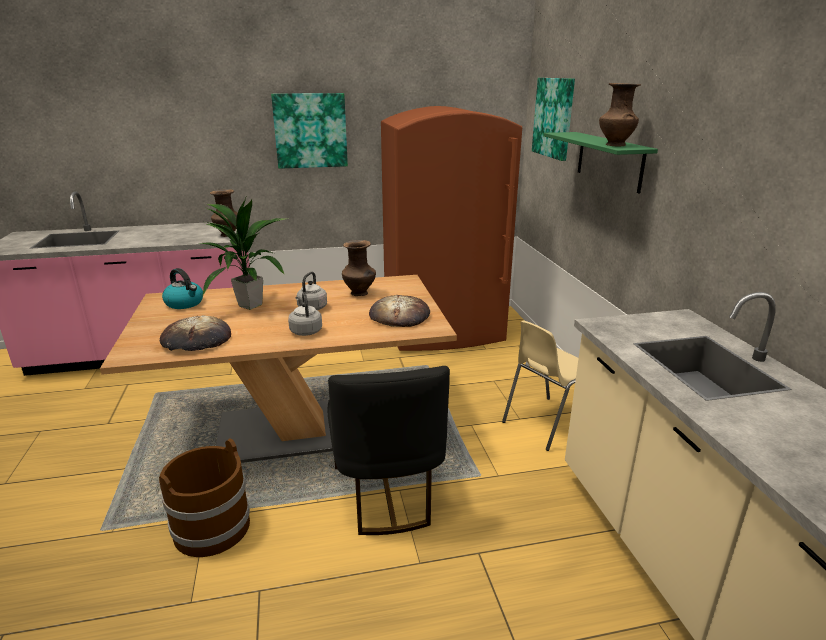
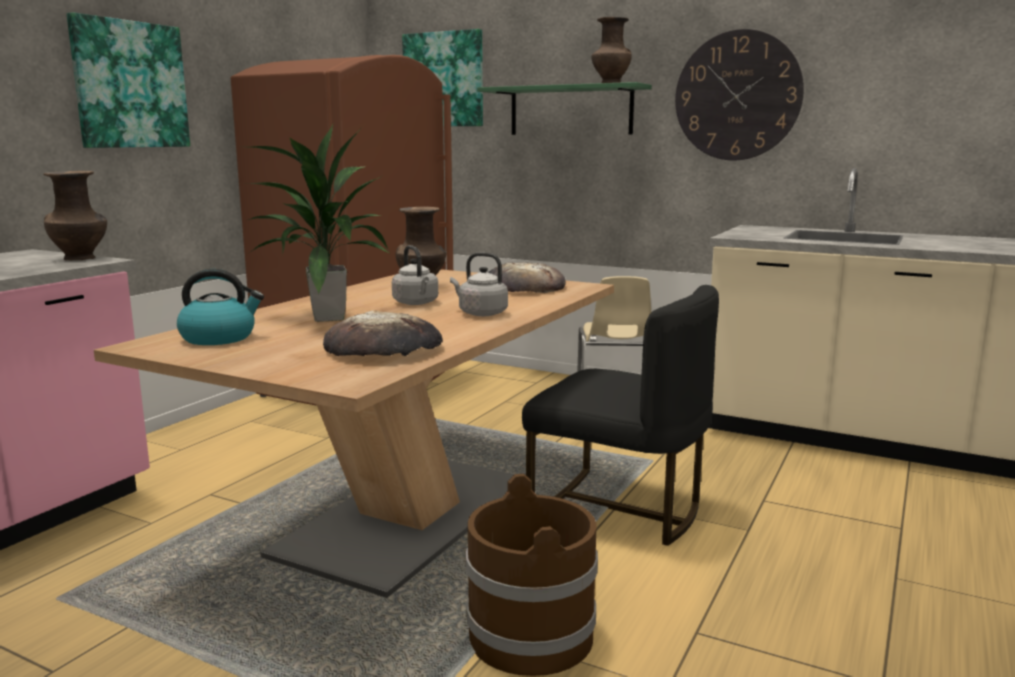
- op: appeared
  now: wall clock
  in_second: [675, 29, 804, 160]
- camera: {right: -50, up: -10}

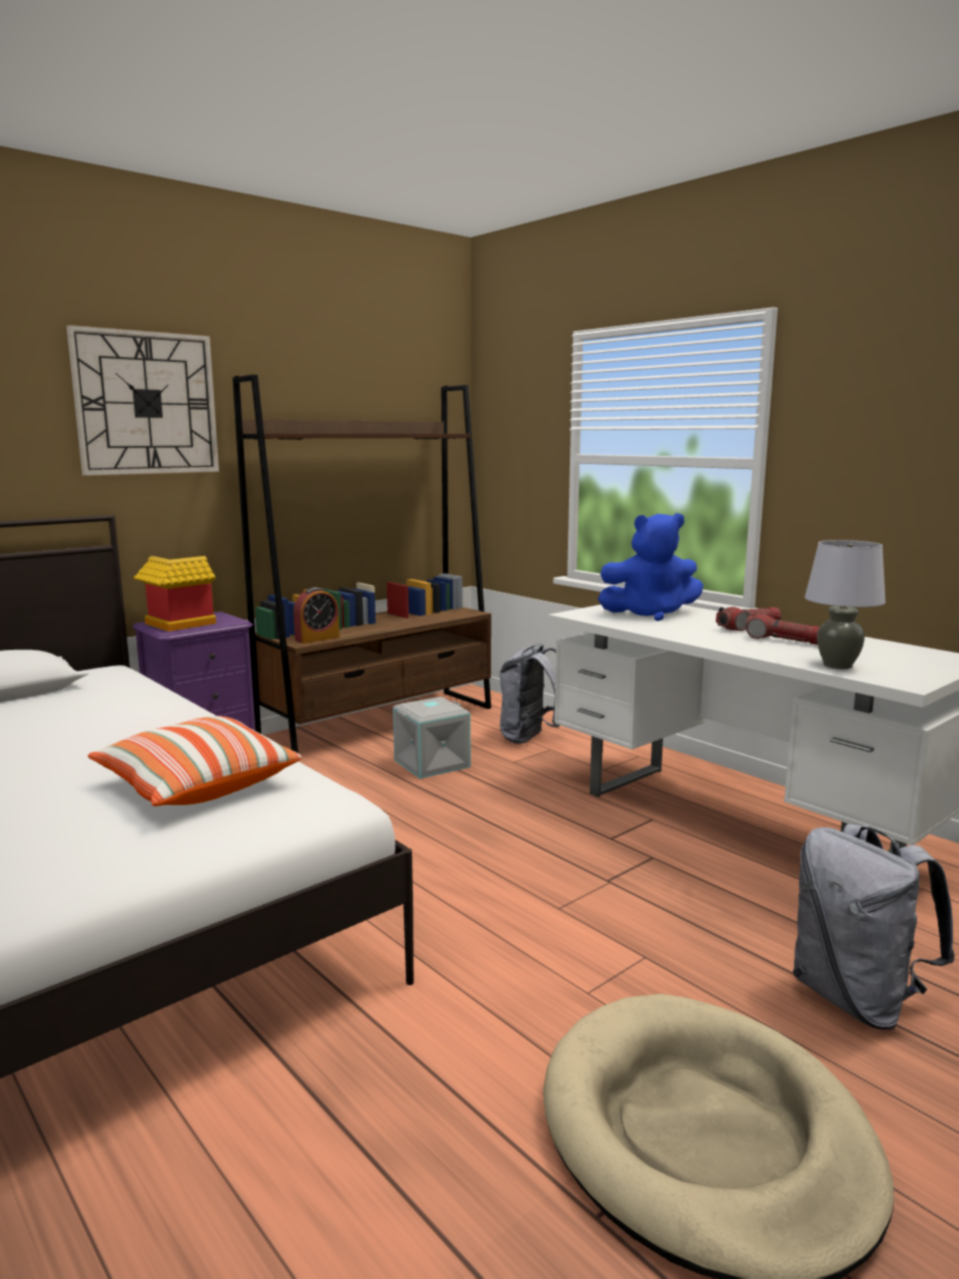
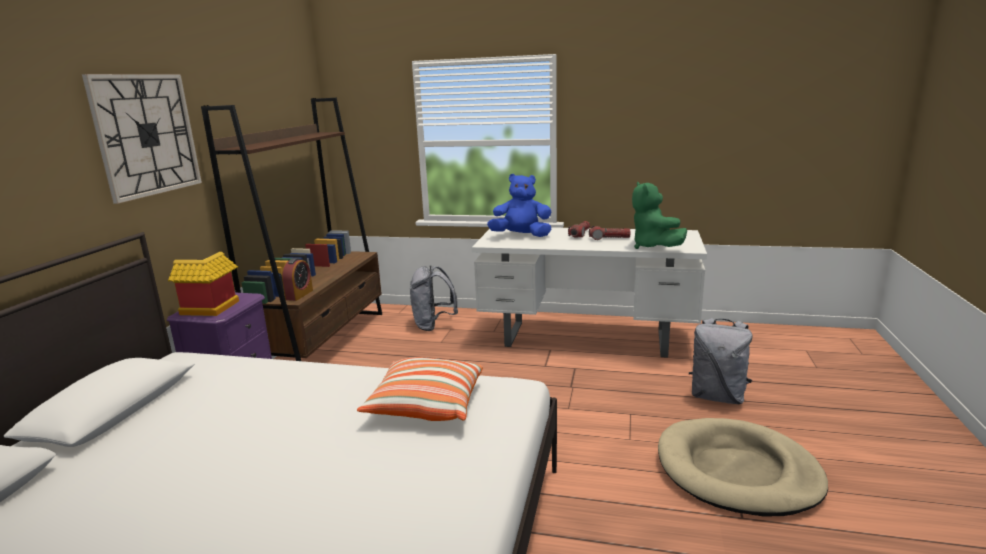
- op: spun
  was: blue plush toy
  in_first: [598, 513, 703, 621]
  in_second: [487, 174, 552, 237]
  clockwise: -135
- op: exchanged
  was: grey table lamp
  now: green plush toy
  in_first: [805, 540, 886, 669]
  in_second: [632, 182, 687, 249]
- op: missing
  was: grey storage box
  in_first: [393, 697, 471, 779]
- camera: {right: -35, up: 5}

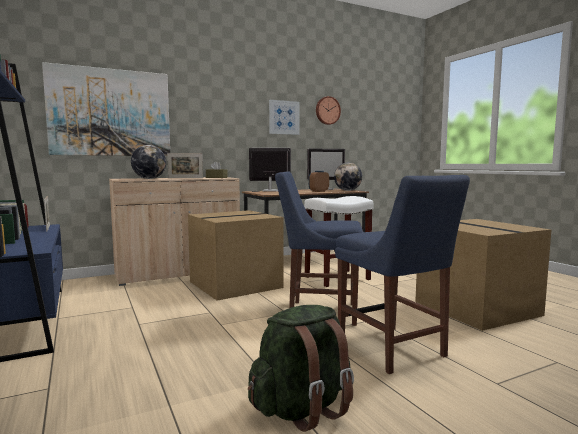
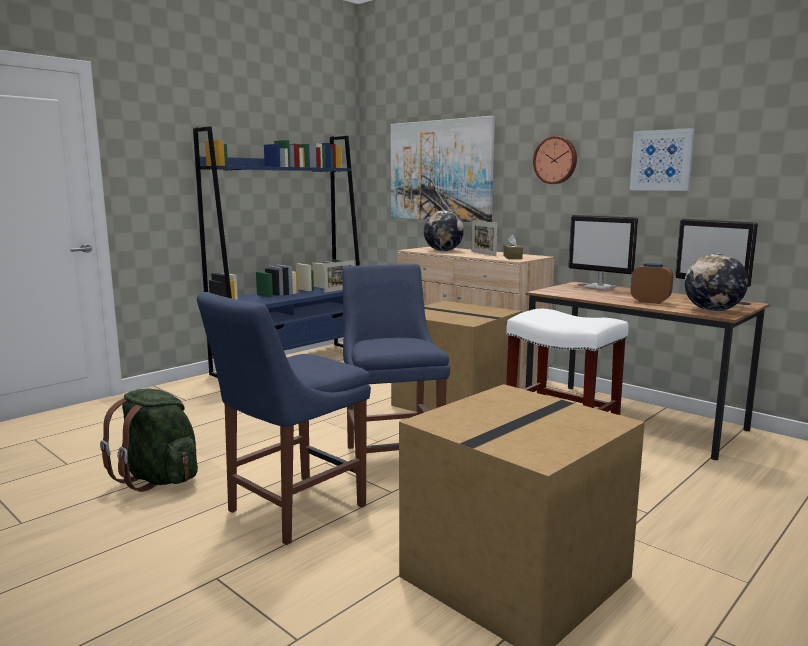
- op: relocated
  was: wall clock
  in_first: [316, 96, 341, 125]
  in_second: [533, 136, 577, 184]
- op: spun
  was: monitor
  in_first: [249, 148, 291, 192]
  in_second: [568, 215, 638, 290]
  clockwise: 150
- camera: {right: 70, up: 5}

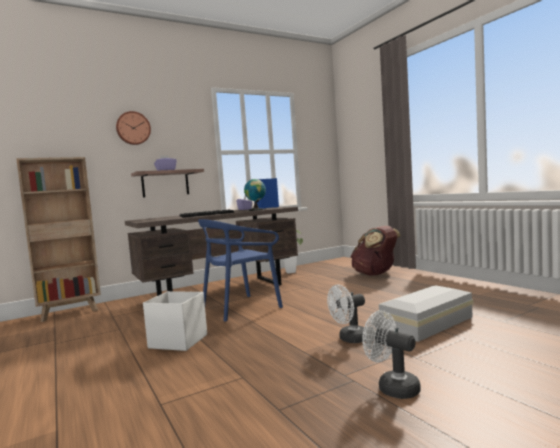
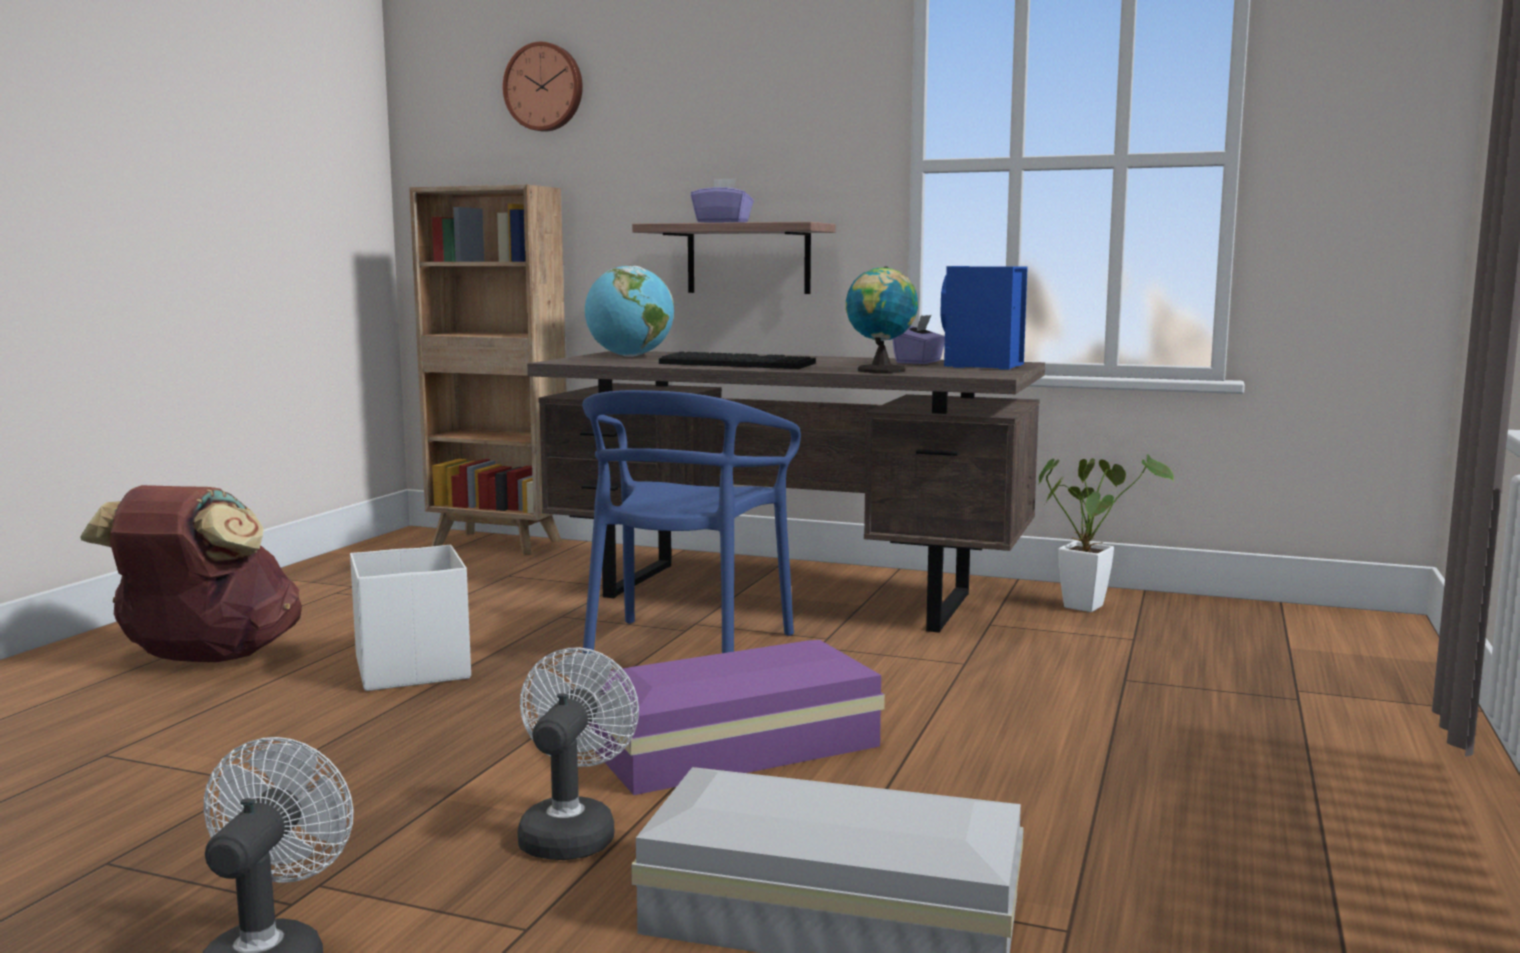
- op: relocated
  was: brown backpack
  in_first: [351, 226, 401, 276]
  in_second: [80, 485, 302, 662]
- op: relocated
  was: wall clock
  in_first: [116, 111, 151, 145]
  in_second: [503, 42, 583, 132]
- op: spun
  was: white fan
  in_first: [327, 285, 365, 343]
  in_second: [518, 647, 639, 860]
  clockwise: 75
- op: spun
  was: blue chair
  in_first: [198, 219, 283, 322]
  in_second: [582, 390, 801, 654]
  clockwise: -90
- op: appeared
  now: globe
  in_second: [585, 266, 674, 357]
- op: appeared
  now: purple storage box
  in_second: [589, 640, 885, 795]
- camera: {right: 50, up: 5}

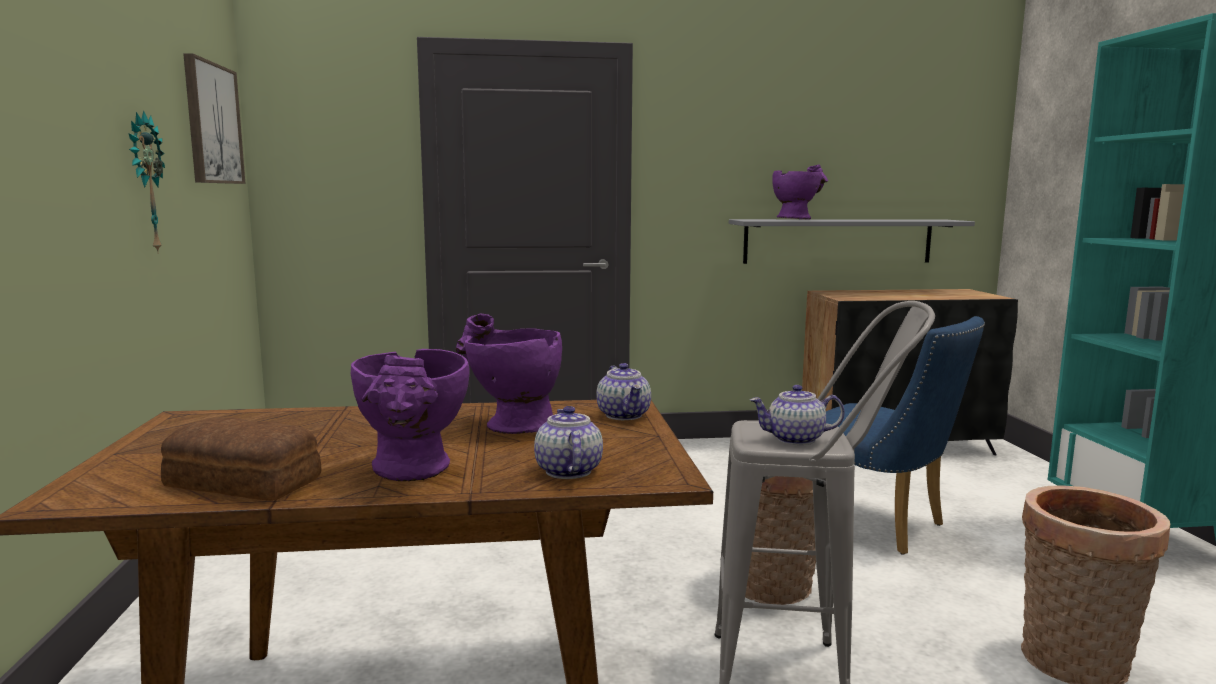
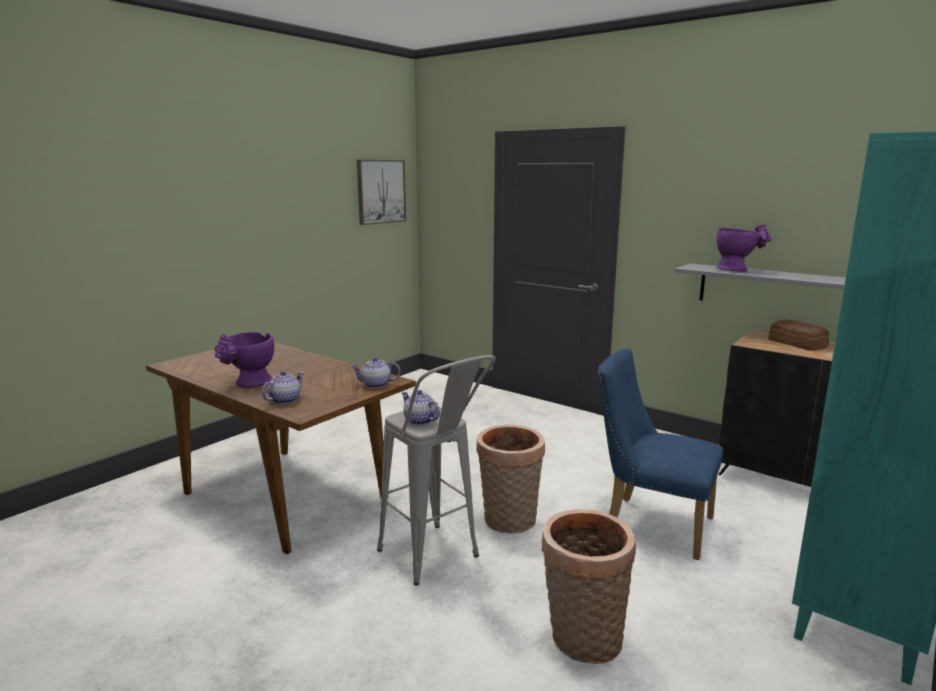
- op: spun
  was: teapot
  in_first: [596, 363, 651, 420]
  in_second: [351, 357, 401, 388]
  clockwise: 60
- op: spun
  was: blue chair
  in_first: [826, 316, 985, 555]
  in_second: [598, 348, 723, 560]
  clockwise: 120
- op: relocated
  was: bread
  in_first: [161, 417, 322, 501]
  in_second: [768, 319, 829, 351]
- op: missing
  was: wall clock
  in_first: [128, 111, 165, 254]
- op: missing
  was: purple vase
  in_first: [456, 314, 562, 434]
- camera: {right: 45, up: 5}

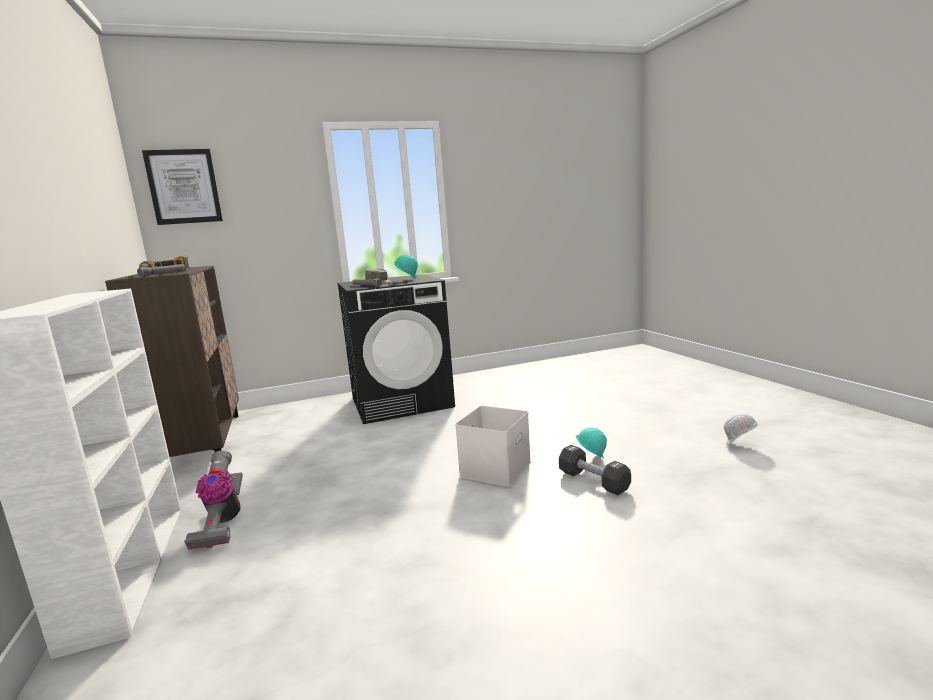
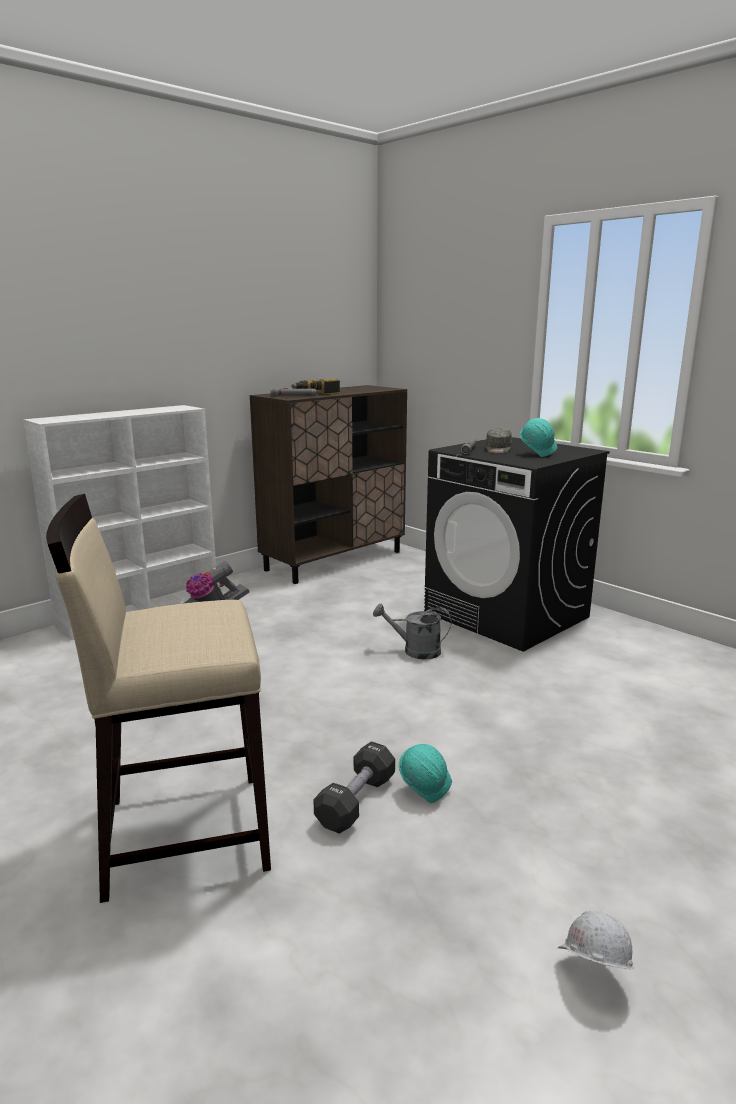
- op: appeared
  now: beige stool
  in_second: [46, 494, 271, 903]
- op: appeared
  now: grey watering can
  in_second: [373, 603, 451, 660]
- op: missing
  was: picture
  in_first: [142, 149, 223, 225]
- op: missing
  was: white storage box
  in_first: [455, 406, 531, 487]
- camera: {right: 65, up: 5}

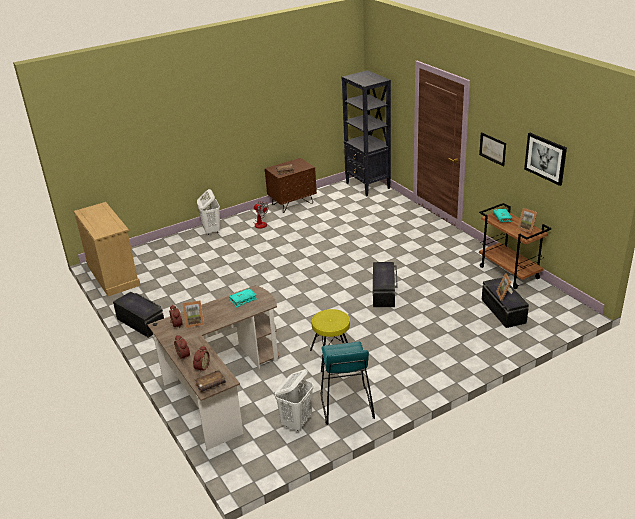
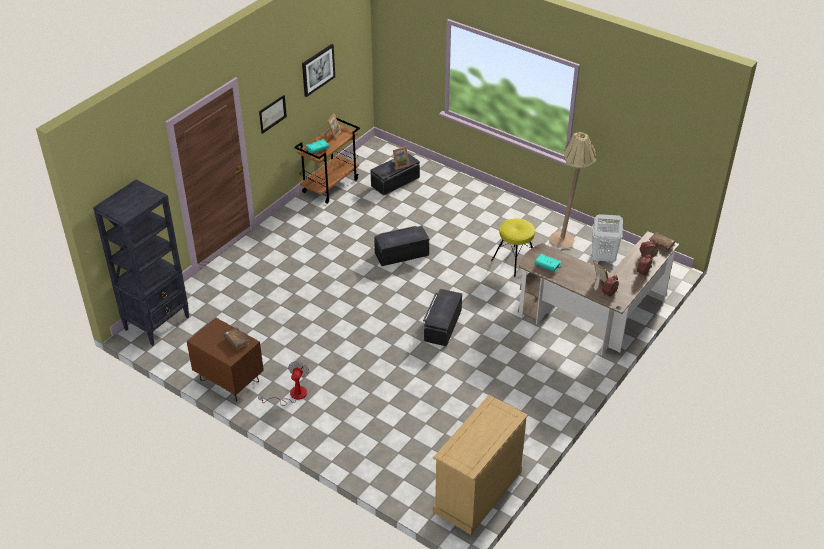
- op: relocated
  was: black storage box
  in_first: [113, 292, 164, 338]
  in_second: [423, 289, 462, 346]
- op: exchanged
  was: turquoise stool
  now: beige floor lamp
  in_first: [321, 341, 375, 425]
  in_second: [549, 132, 596, 249]
- op: missing
  was: white laundry basket
  in_first: [197, 189, 220, 235]
- camera: {right: -115, up: 10}

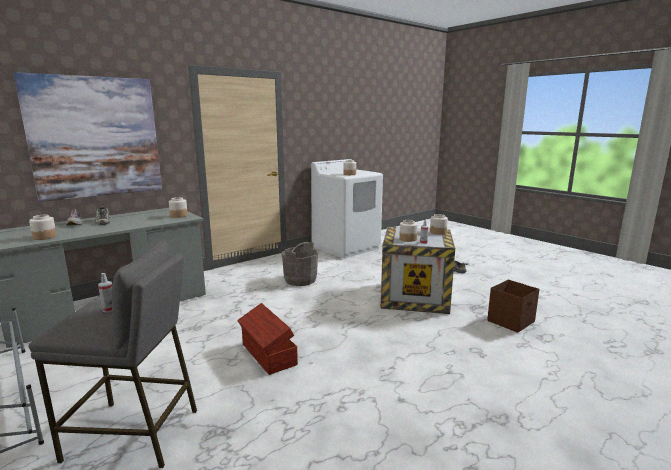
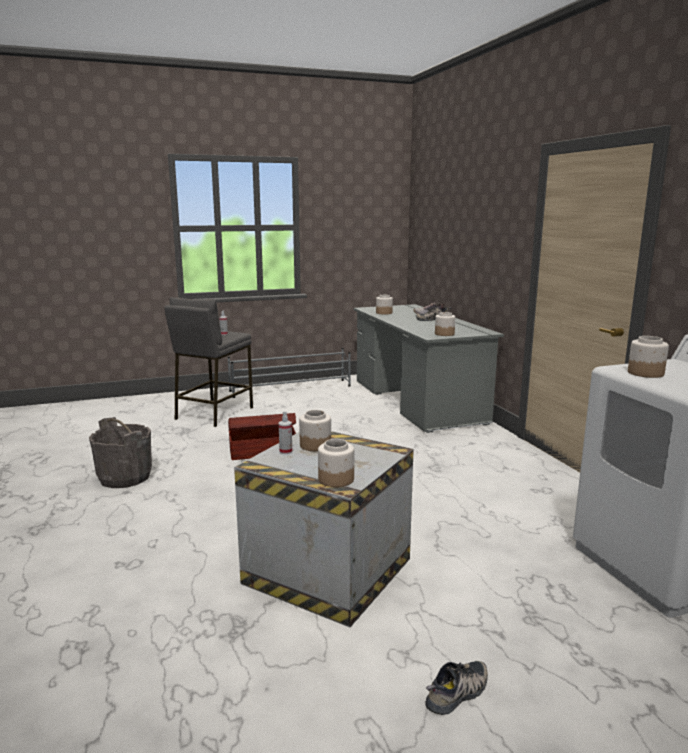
- op: relocated
  was: grey bucket
  in_first: [281, 242, 318, 286]
  in_second: [89, 417, 152, 488]
- op: missing
  was: picture
  in_first: [14, 72, 162, 202]
- op: missing
  was: brown storage box
  in_first: [487, 280, 540, 333]
- camera: {right: 110, up: 0}

